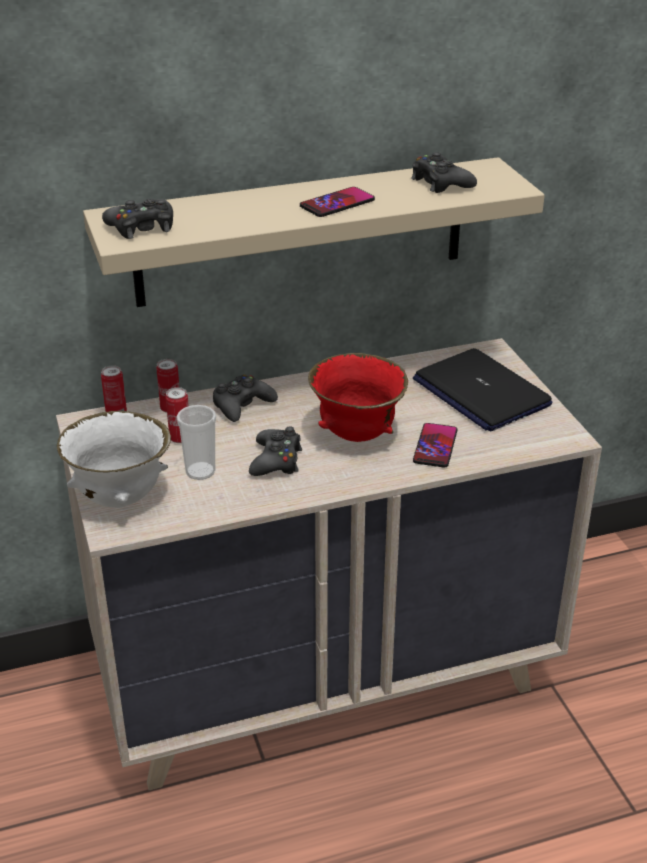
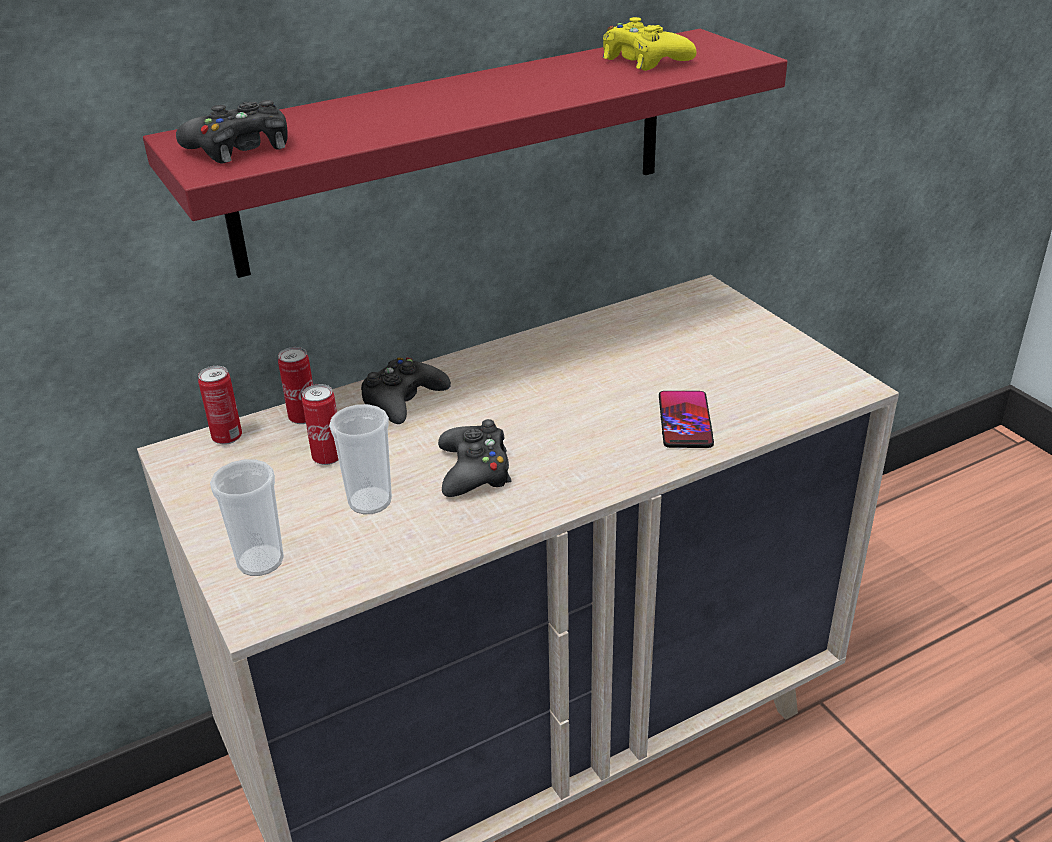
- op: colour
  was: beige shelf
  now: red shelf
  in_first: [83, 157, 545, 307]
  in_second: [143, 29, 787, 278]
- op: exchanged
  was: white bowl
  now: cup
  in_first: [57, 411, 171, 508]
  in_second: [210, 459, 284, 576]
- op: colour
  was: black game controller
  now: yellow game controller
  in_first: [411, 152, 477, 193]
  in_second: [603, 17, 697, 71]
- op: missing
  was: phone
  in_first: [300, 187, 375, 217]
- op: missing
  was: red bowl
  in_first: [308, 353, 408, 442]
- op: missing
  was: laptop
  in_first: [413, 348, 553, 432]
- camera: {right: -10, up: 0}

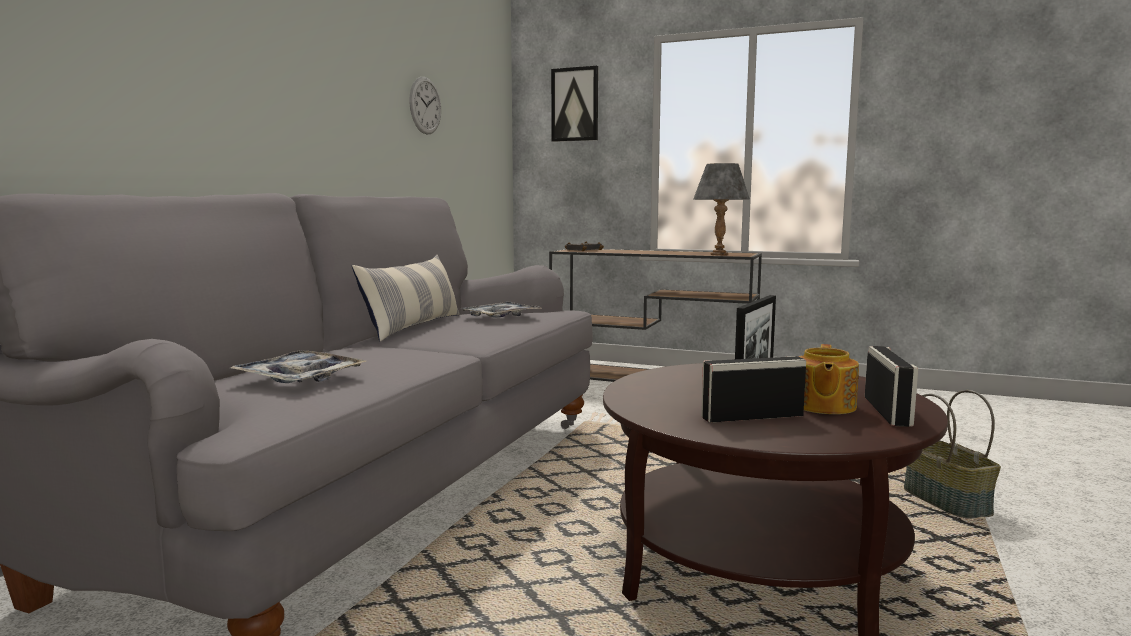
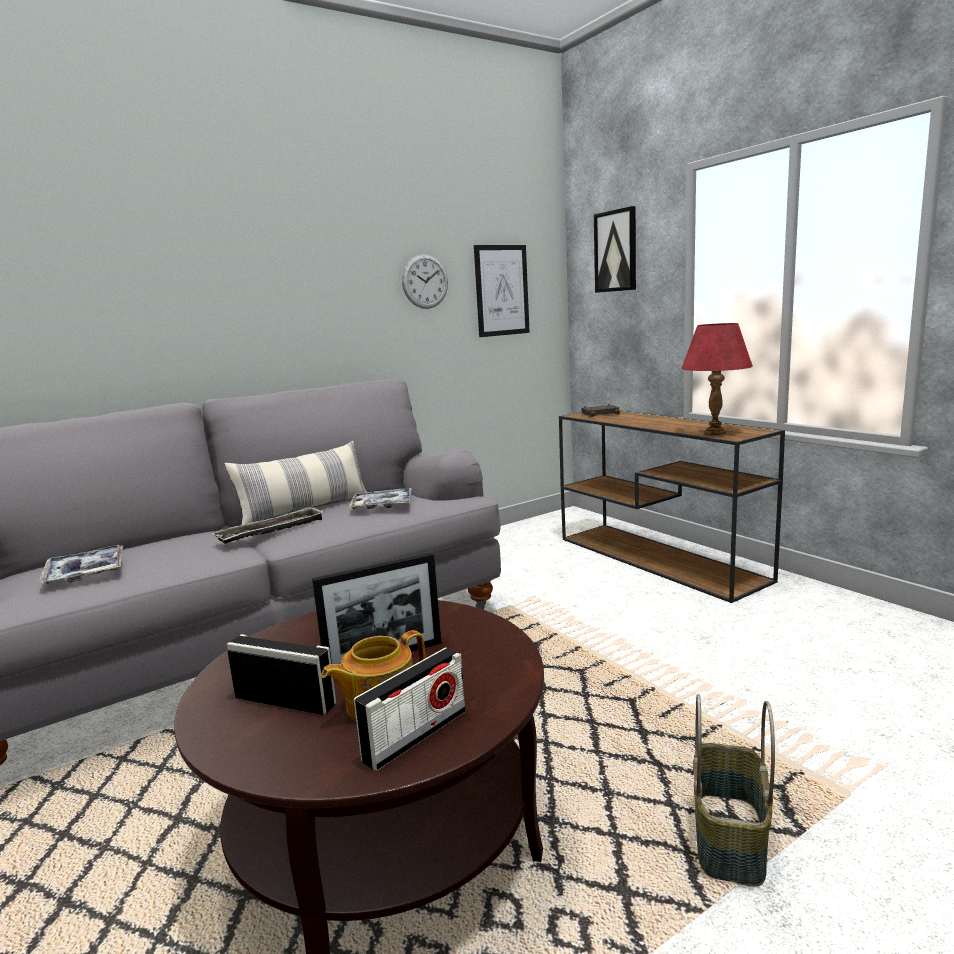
- op: appeared
  now: tray
  in_second: [212, 506, 324, 544]
- op: appeared
  now: picture
  in_second: [474, 245, 530, 337]
- op: colour
  was: grey table lamp
  now: red table lamp
  in_first: [693, 163, 750, 255]
  in_second: [681, 323, 753, 435]
- camera: {right: 35, up: 5}

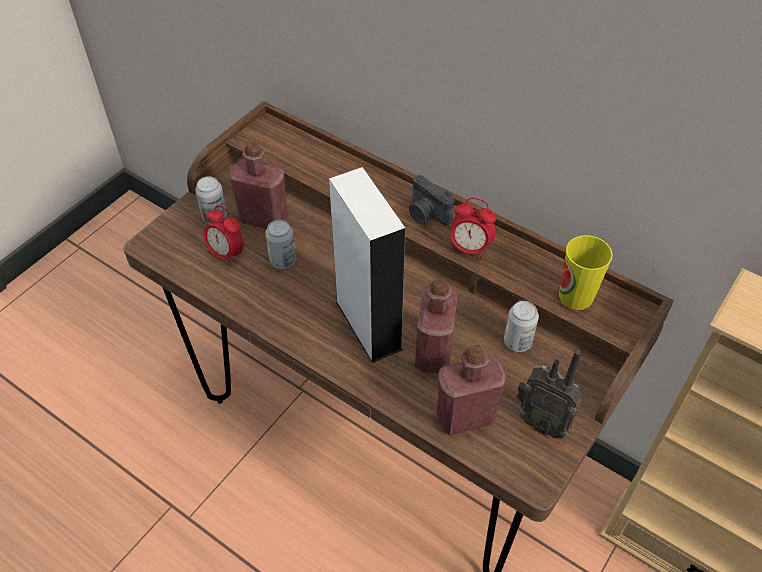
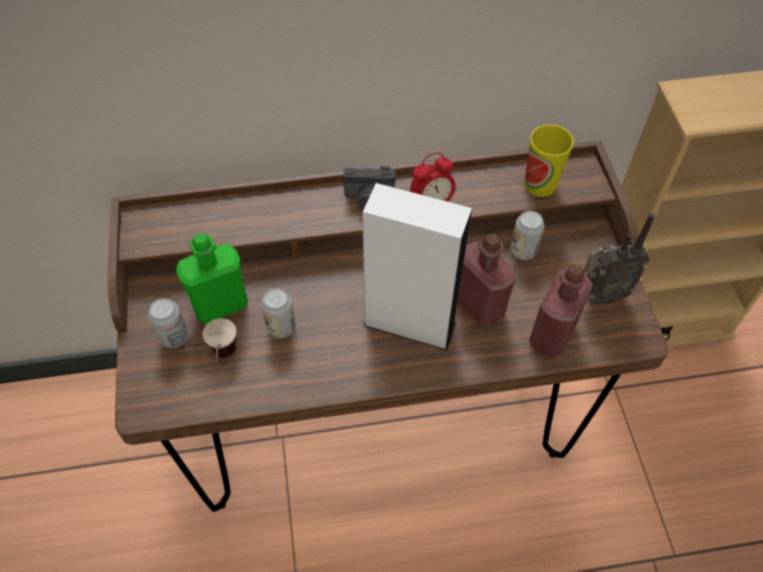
- op: colour
  was: red bottle
  now: green bottle
  in_first: [229, 141, 288, 229]
  in_second: [176, 233, 248, 324]
- op: exchanged
  was: alarm clock
  now: cup
  in_first: [203, 205, 244, 266]
  in_second: [203, 318, 236, 361]
- camera: {right: -45, up: 5}

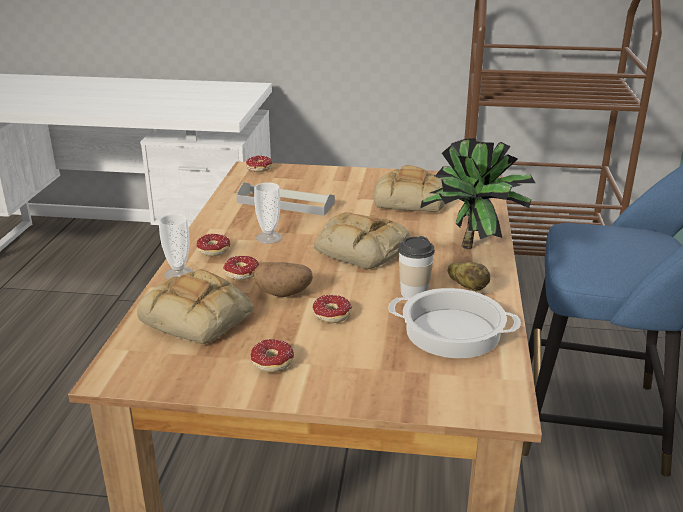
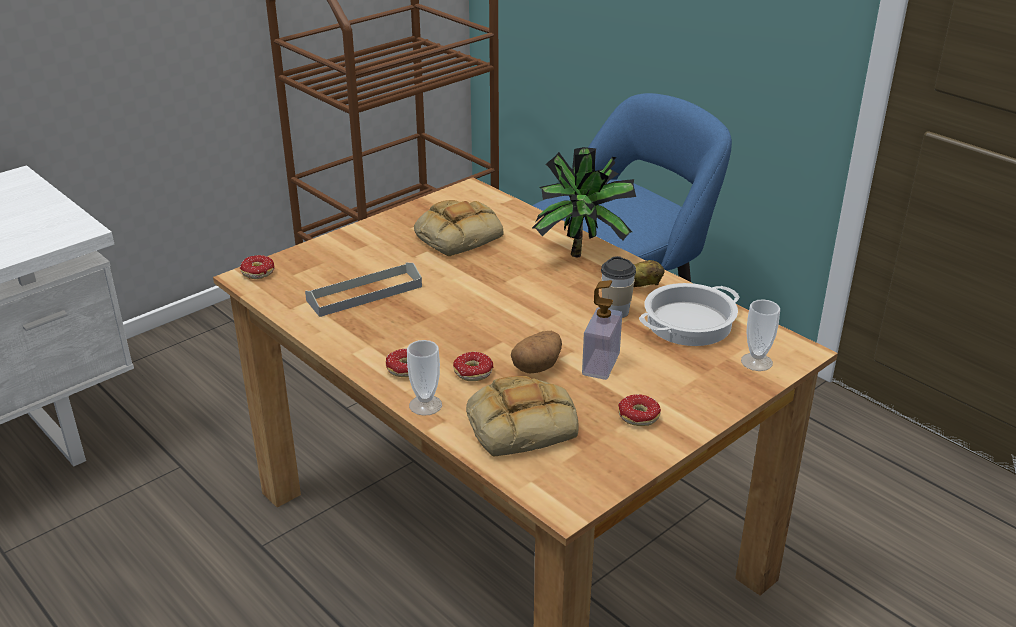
- op: exchanged
  was: donut
  now: soap dispenser
  in_first: [313, 295, 352, 323]
  in_second: [582, 280, 622, 380]
- op: relocated
  was: cup
  in_first: [254, 183, 282, 244]
  in_second: [741, 299, 780, 371]
- op: missing
  was: bread
  in_first: [314, 212, 411, 269]
- camera: {right: -50, up: 5}

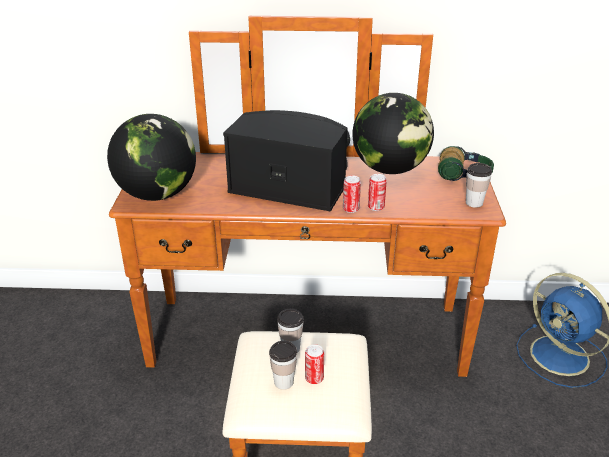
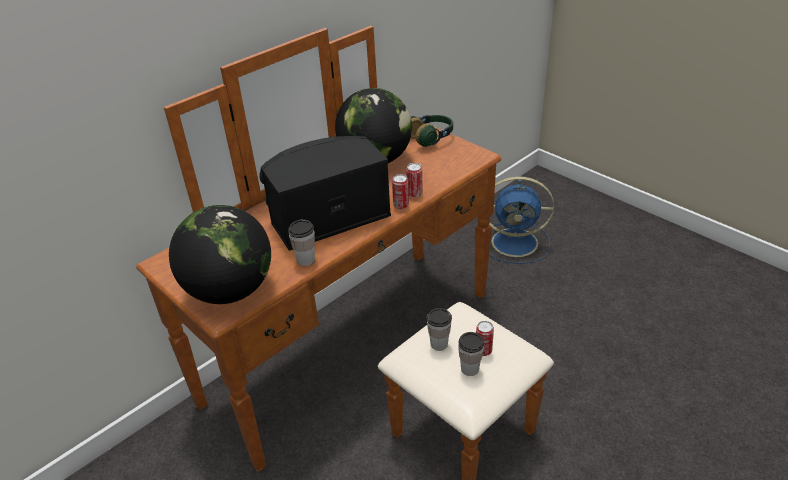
- op: relocated
  was: cup
  in_first: [466, 163, 492, 208]
  in_second: [288, 219, 315, 266]
- camera: {right: -45, up: 5}

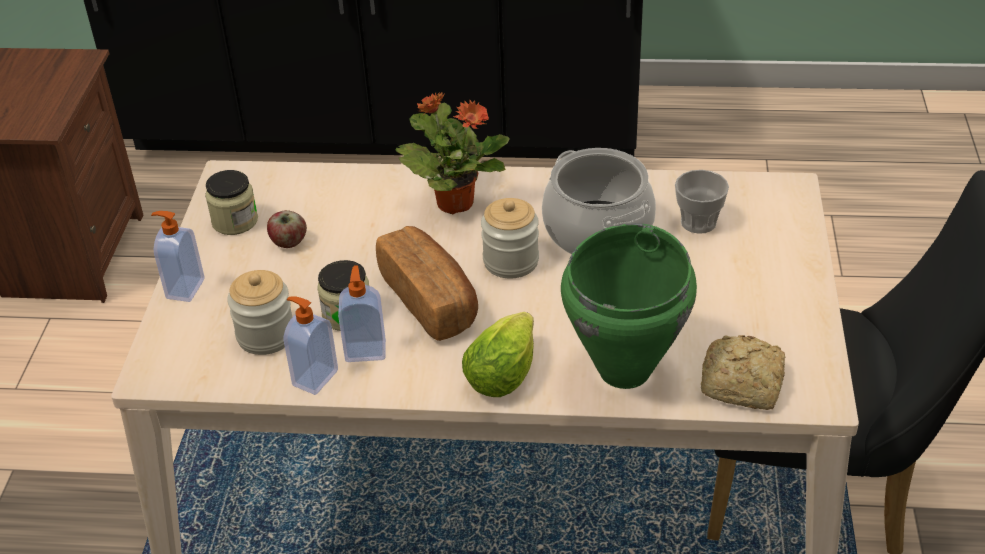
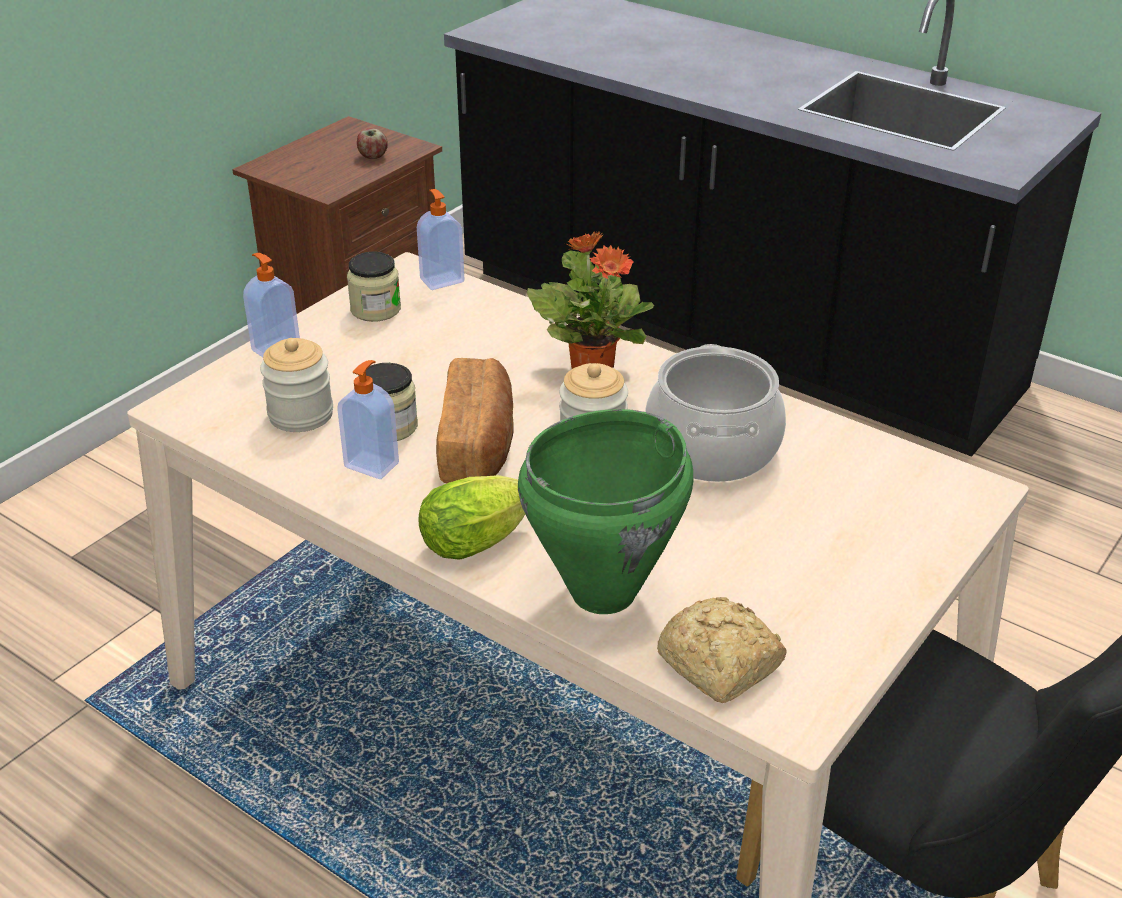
- op: relocated
  was: apple
  in_first: [267, 210, 307, 248]
  in_second: [357, 128, 388, 159]
- op: relocated
  was: soap dispenser
  in_first: [284, 296, 338, 395]
  in_second: [417, 189, 465, 290]
- op: missing
  was: cup
  in_first: [675, 170, 729, 234]
- camera: {right: 30, up: -5}

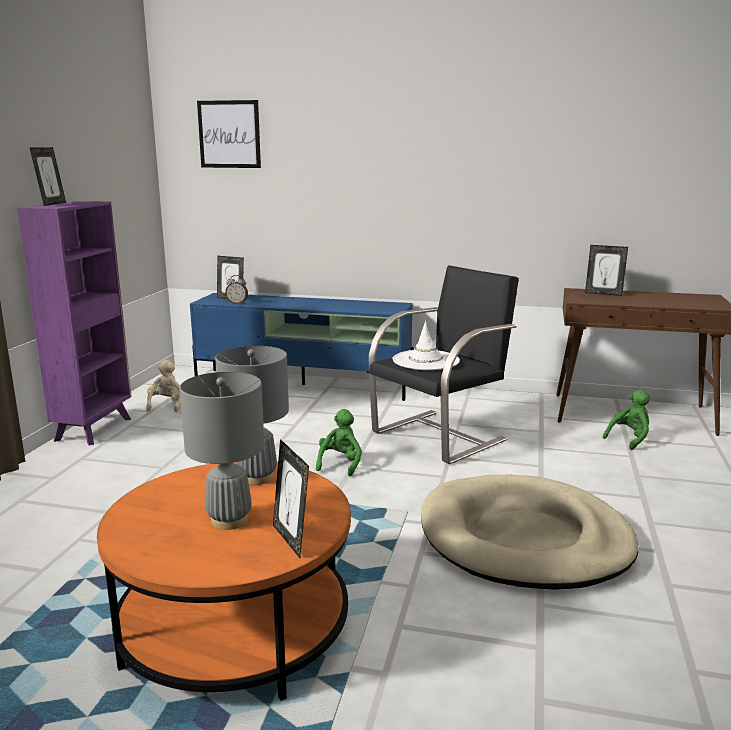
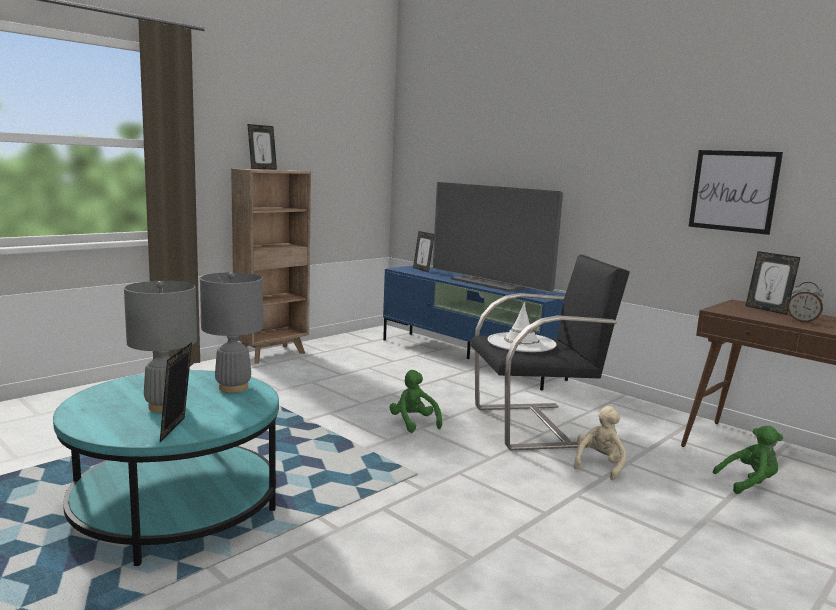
- op: colour
  was: orange coffee table
  now: turquoise coffee table
  in_first: [97, 462, 351, 701]
  in_second: [53, 370, 279, 566]
- op: colour
  was: purple bookcase
  now: brown bookcase
  in_first: [17, 201, 132, 445]
  in_second: [231, 169, 311, 364]
- op: spun
  was: green plush toy
  in_first: [316, 409, 362, 477]
  in_second: [389, 370, 442, 433]
  clockwise: -75
- op: appeared
  now: television
  in_second: [433, 182, 563, 292]
- op: relocated
  was: beige plush toy
  in_first: [146, 360, 181, 412]
  in_second: [573, 406, 627, 481]
- op: relocated
  was: picture
  in_first: [197, 100, 261, 168]
  in_second: [689, 150, 783, 235]
- op: relocated
  was: alarm clock
  in_first: [225, 275, 248, 304]
  in_second: [787, 282, 824, 324]
- op: missing
  was: beige dog bed
  in_first: [421, 475, 638, 590]
- camera: {right: 30, up: -5}

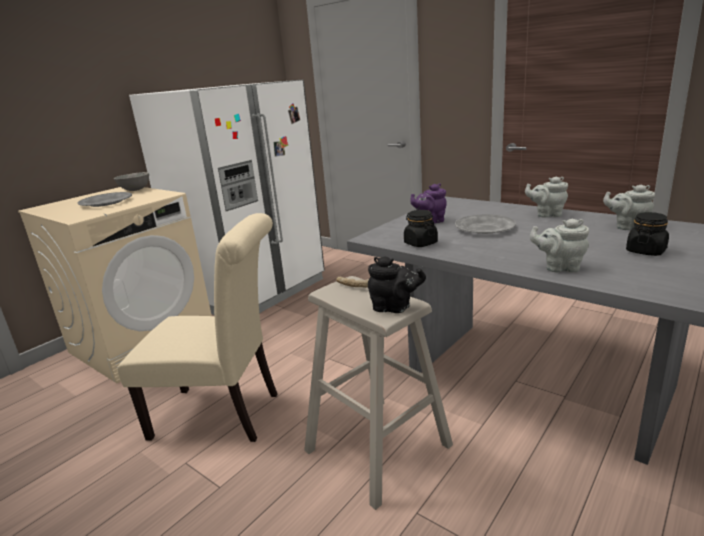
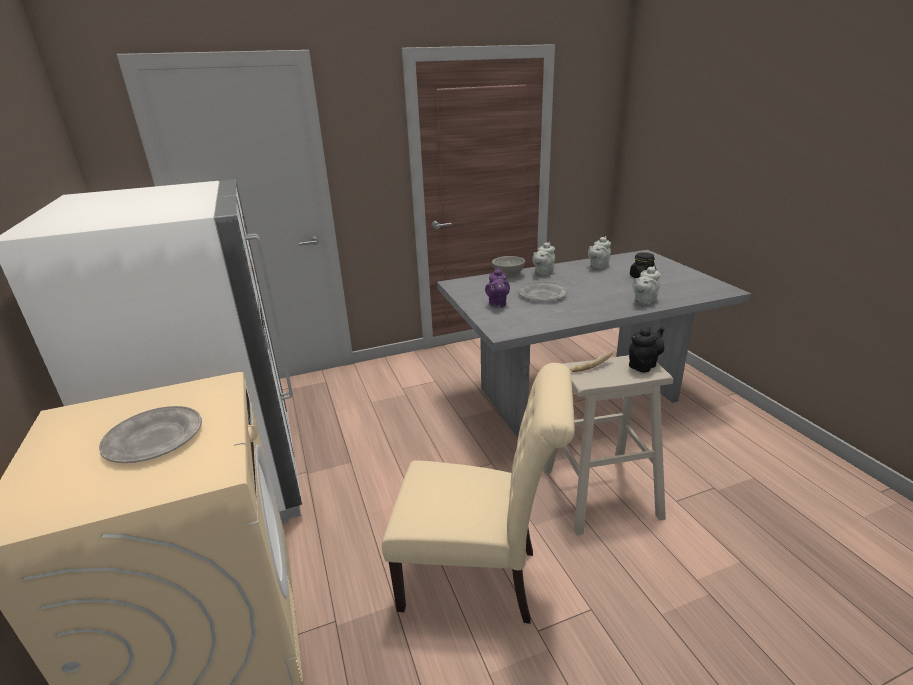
- op: spun
  was: beige chair
  in_first: [117, 213, 277, 442]
  in_second: [382, 363, 575, 624]
  clockwise: 60
- op: relocated
  was: grey bowl
  in_first: [114, 172, 149, 191]
  in_second: [492, 256, 525, 276]
- op: missing
  was: black jar
  in_first: [404, 210, 438, 247]
- camera: {right: -60, up: 5}

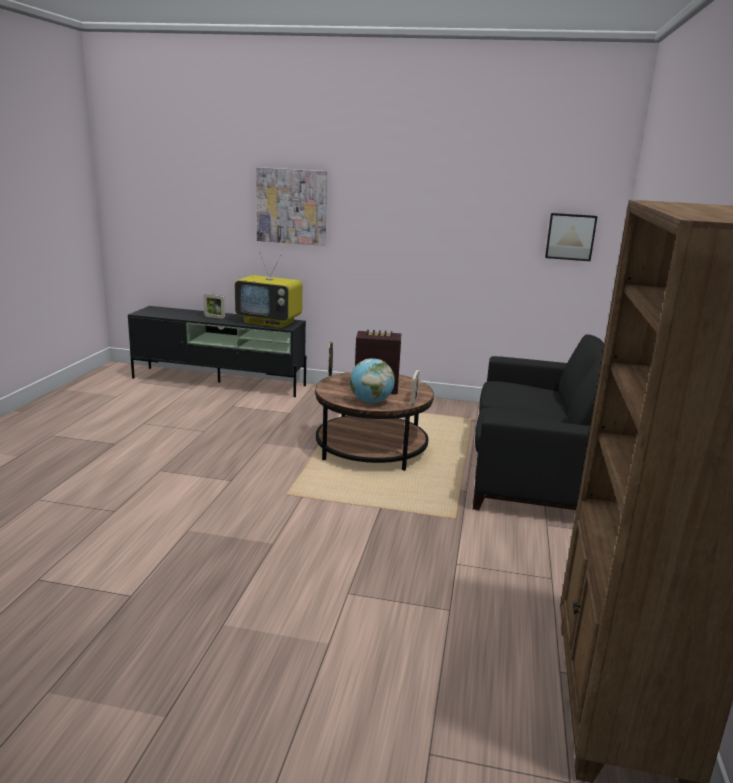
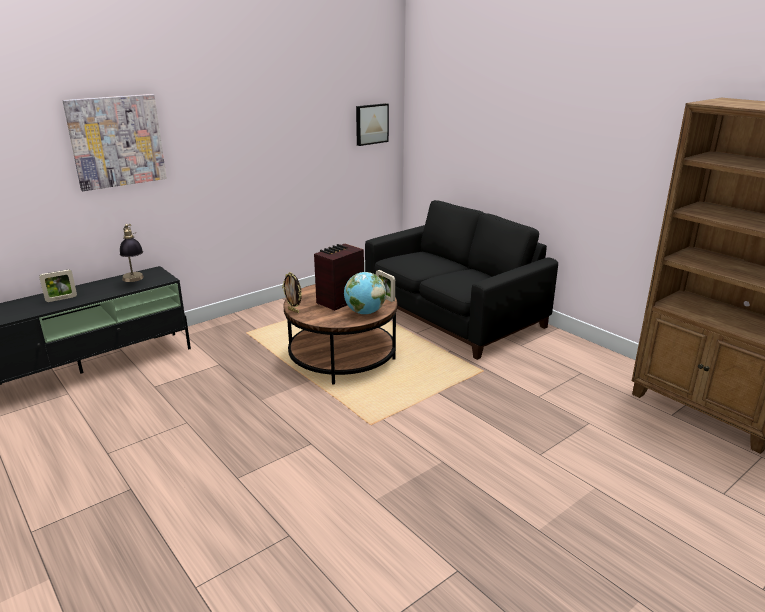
- op: exchanged
  was: television
  now: table lamp
  in_first: [235, 252, 303, 328]
  in_second: [120, 224, 144, 282]
- camera: {right: -50, up: 5}

